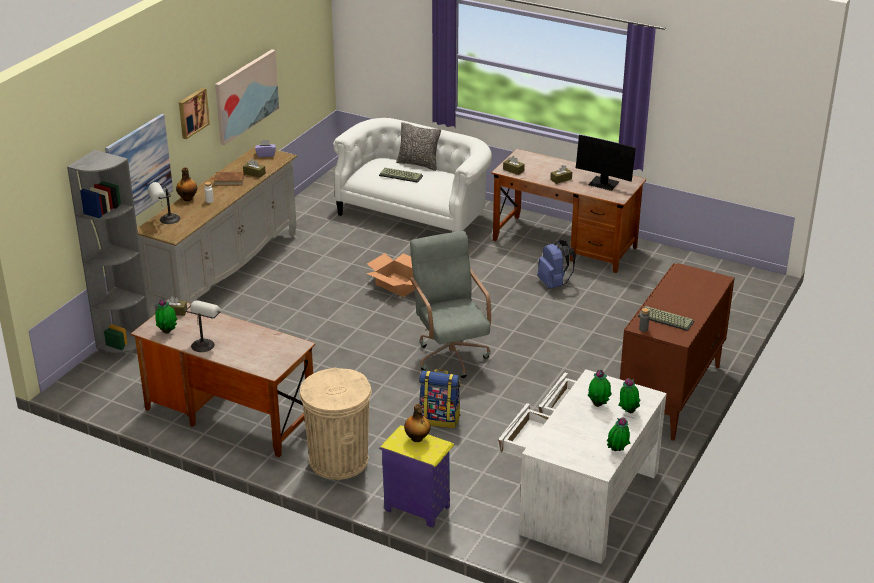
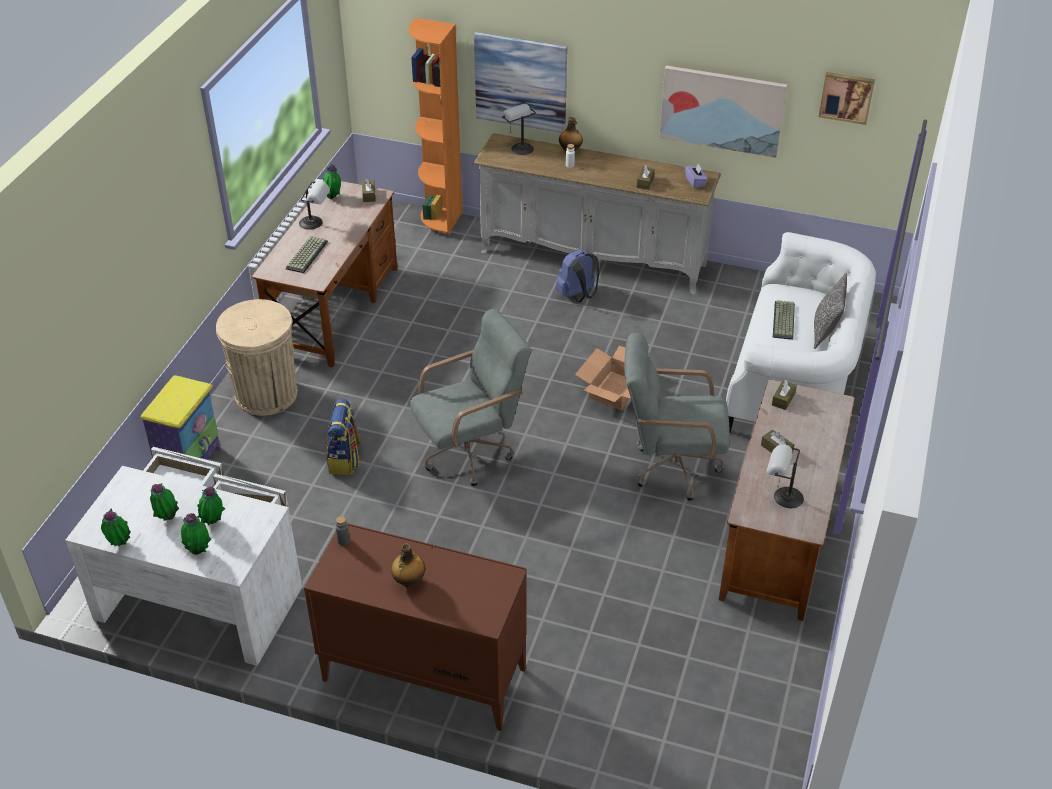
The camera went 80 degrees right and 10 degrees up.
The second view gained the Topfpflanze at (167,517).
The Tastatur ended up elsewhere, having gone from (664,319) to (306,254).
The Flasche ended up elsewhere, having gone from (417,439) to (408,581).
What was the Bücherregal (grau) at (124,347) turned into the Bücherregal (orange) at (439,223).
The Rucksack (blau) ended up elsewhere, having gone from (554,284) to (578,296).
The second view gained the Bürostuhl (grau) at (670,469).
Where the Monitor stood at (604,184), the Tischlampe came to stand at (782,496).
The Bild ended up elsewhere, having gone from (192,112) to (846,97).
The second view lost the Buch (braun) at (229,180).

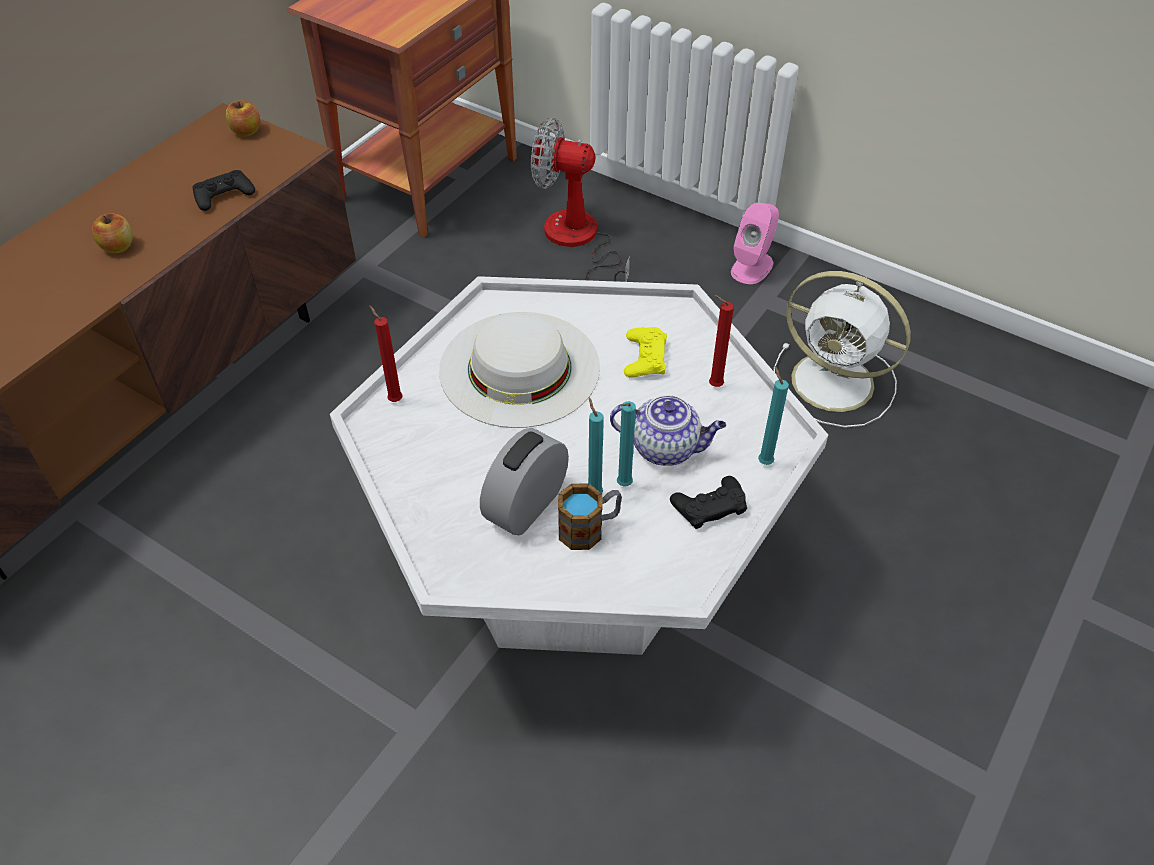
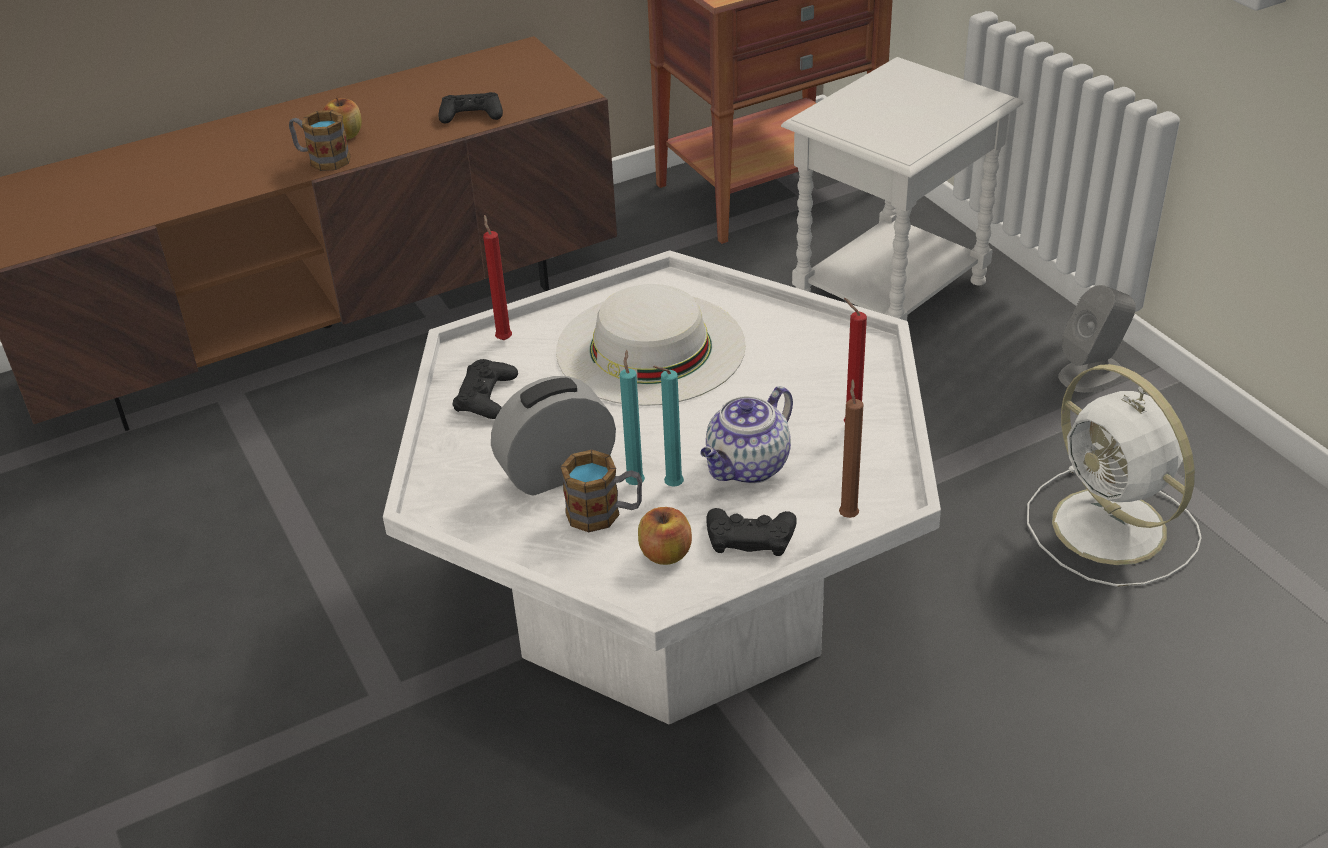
The camera went 30 degrees right and 10 degrees down.
The second view gained the Henkelbecher at (322,159).
The second view gained the Gamepad (schwarz) at (486,396).
The Apfel ended up elsewhere, having gone from (246,131) to (665,554).
The Teekanne at (666,448) ended up facing another way, 90 degrees clockwise from before.
Where the Ventilator stood at (578,242), the Beistelltisch (weiß) came to stand at (893,292).
What was the Kerze (türkis) at (763,461) turned into the Kerze (braun) at (848,515).
What was the Lautsprecher (rosa) at (752,267) turned into the Lautsprecher (grau) at (1092,374).
The second view lost the Gamepad (gelb) at (645,357).

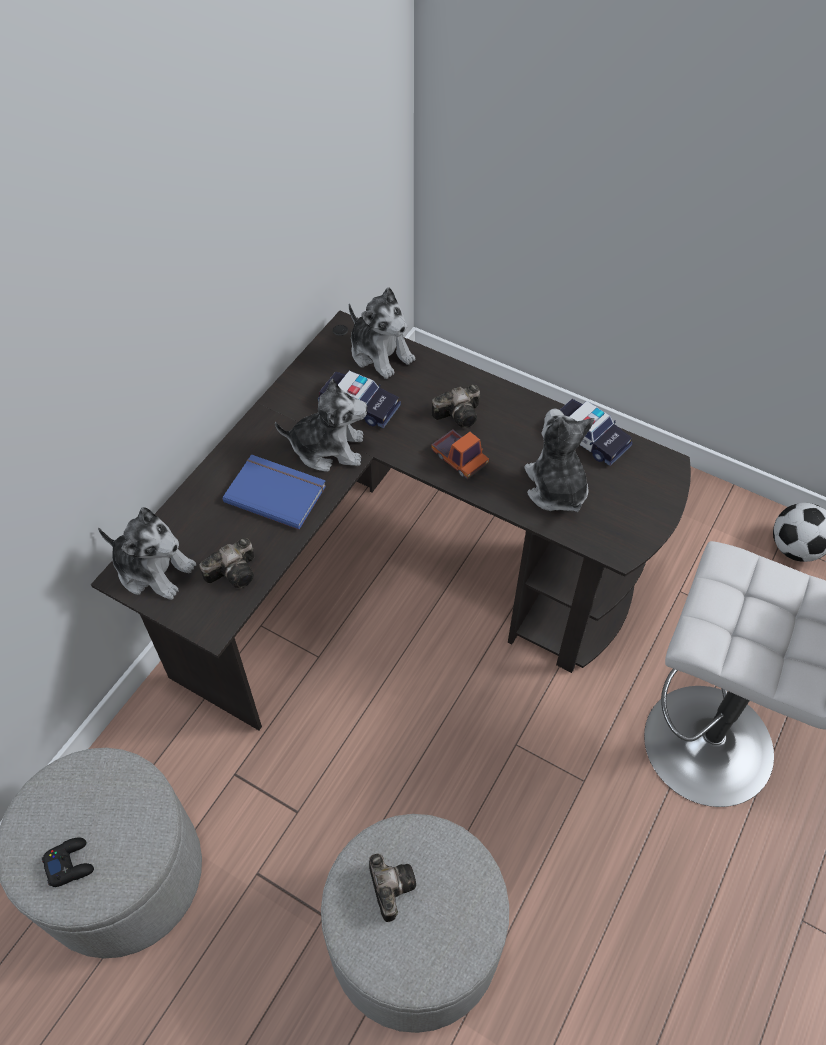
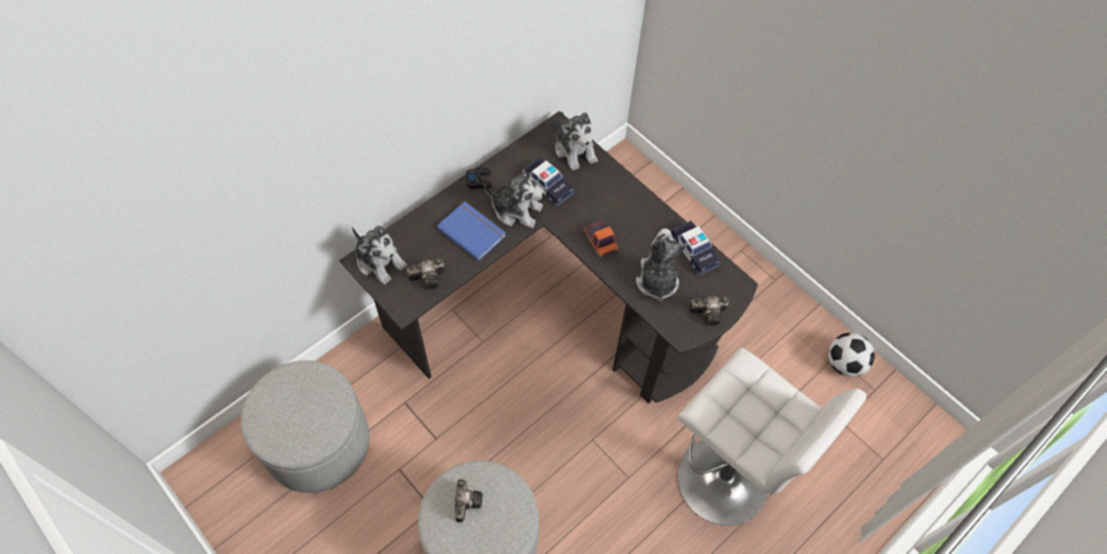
The camera went 15 degrees right and 5 degrees up.
The Gamepad (schwarz) ended up elsewhere, having gone from (70,863) to (479,180).
The Kamera ended up elsewhere, having gone from (460,414) to (710,313).

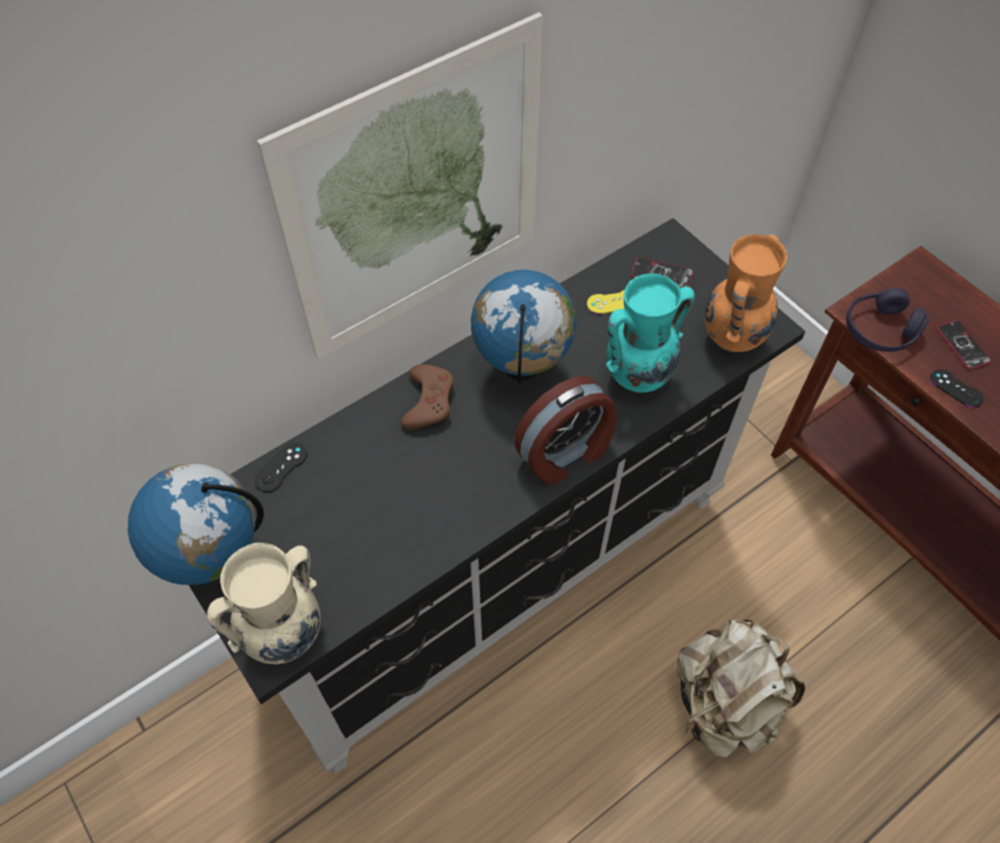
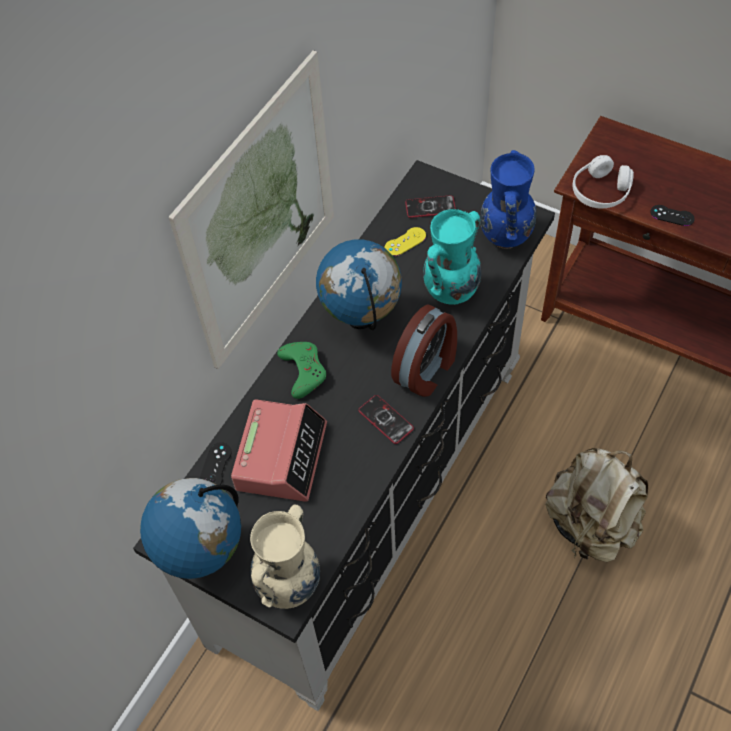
The camera went 20 degrees left and 0 degrees up.
The second view gained the Wecker at (281,456).
What was the Gamepad (braun) at (429,401) turned into the Gamepad (grün) at (303,371).
The Handy ended up elsewhere, having gone from (962,345) to (386,420).
What was the Vase (orange) at (731,339) turned into the Vase (blau) at (505,238).
What was the Kopfhörer (lila) at (880,330) turned into the Kopfhörer (weiß) at (600,192).

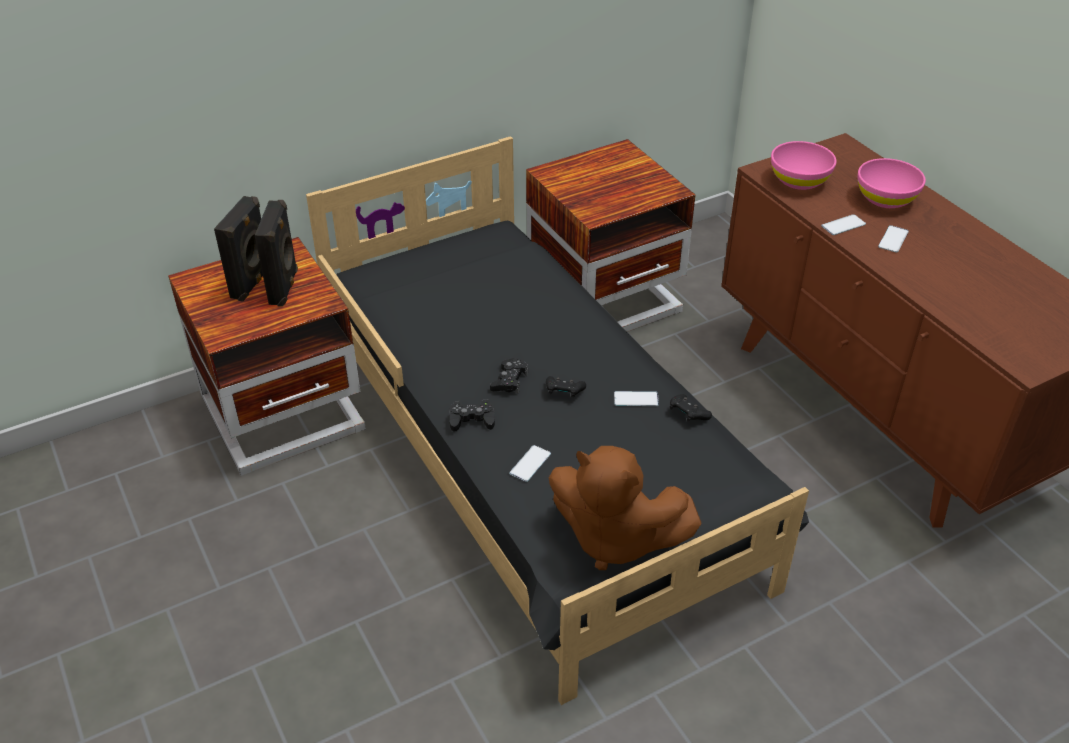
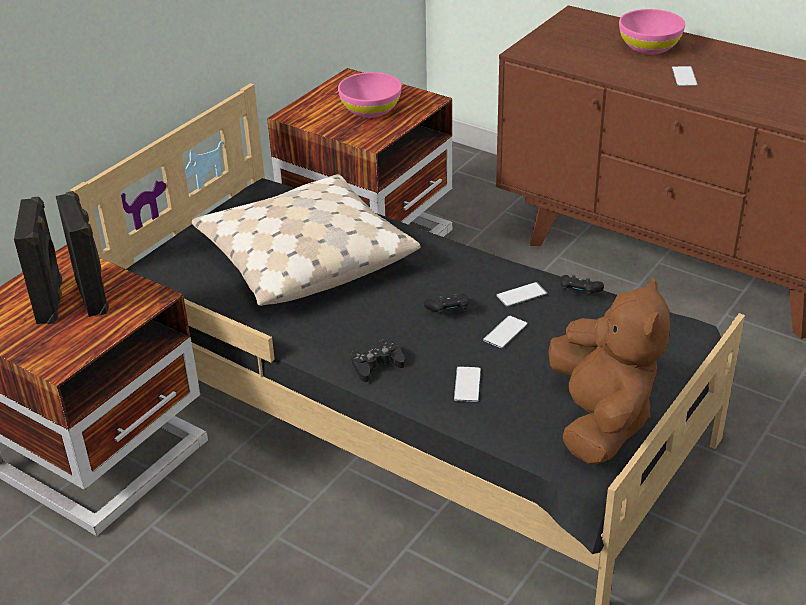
The camera went 25 degrees left and 5 degrees down.
The second view gained the Kissen (beige) at (304,258).
The Schüssel (rosa) ended up elsewhere, having gone from (799,181) to (370,110).
The Handy ended up elsewhere, having gone from (843,225) to (505,332).
The Plüschtier (braun) at (614,538) ended up facing another way, 90 degrees counterclockwise from before.
The second view lost the Gamepad (schwarz) at (509,381).

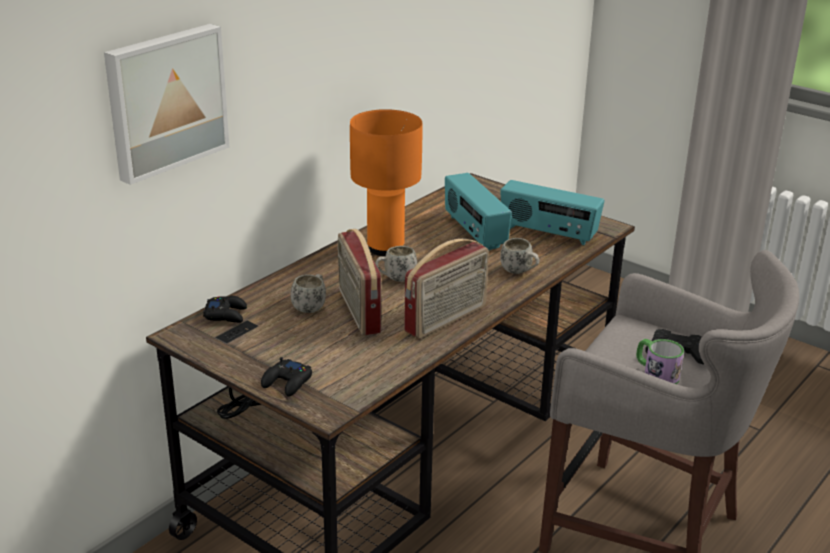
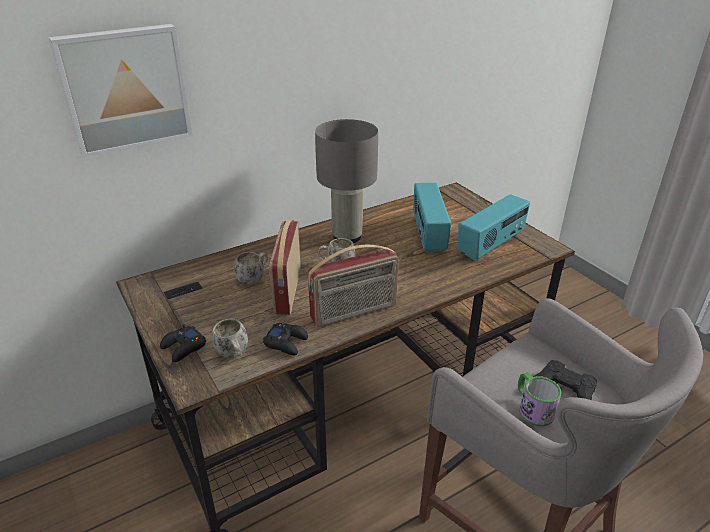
The camera went 20 degrees right and 5 degrees up.
The Henkelbecher (weiß) ended up elsewhere, having gone from (520,272) to (234,355).
The Gamepad (schwarz) ended up elsewhere, having gone from (226,314) to (286,342).
What was the Tischlampe (orange) at (385,248) turned into the Tischlampe (grau) at (347,236).
The Radio at (548,233) ended up facing another way, 90 degrees counterclockwise from before.

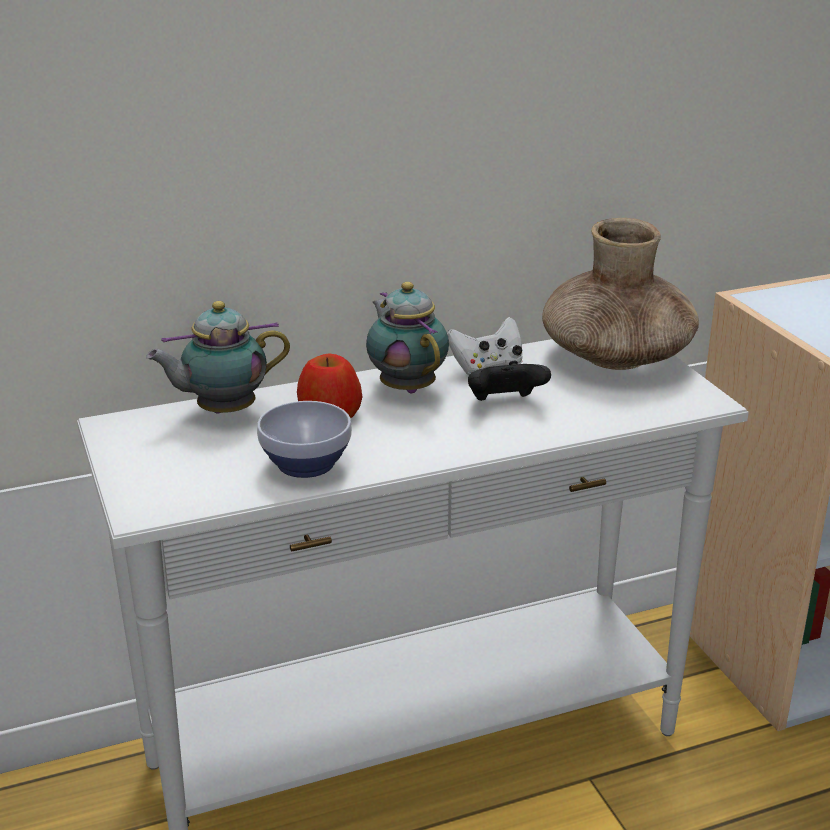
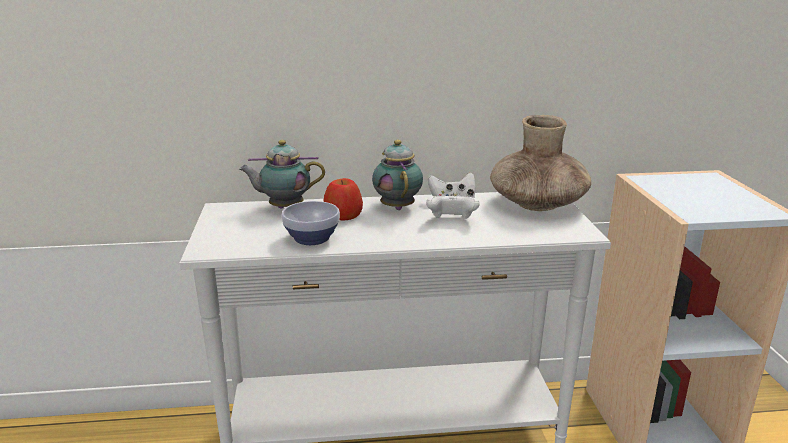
The camera went 15 degrees right and 5 degrees down.
What was the Gamepad (schwarz) at (505,403) turned into the Gamepad (weiß) at (451,221).

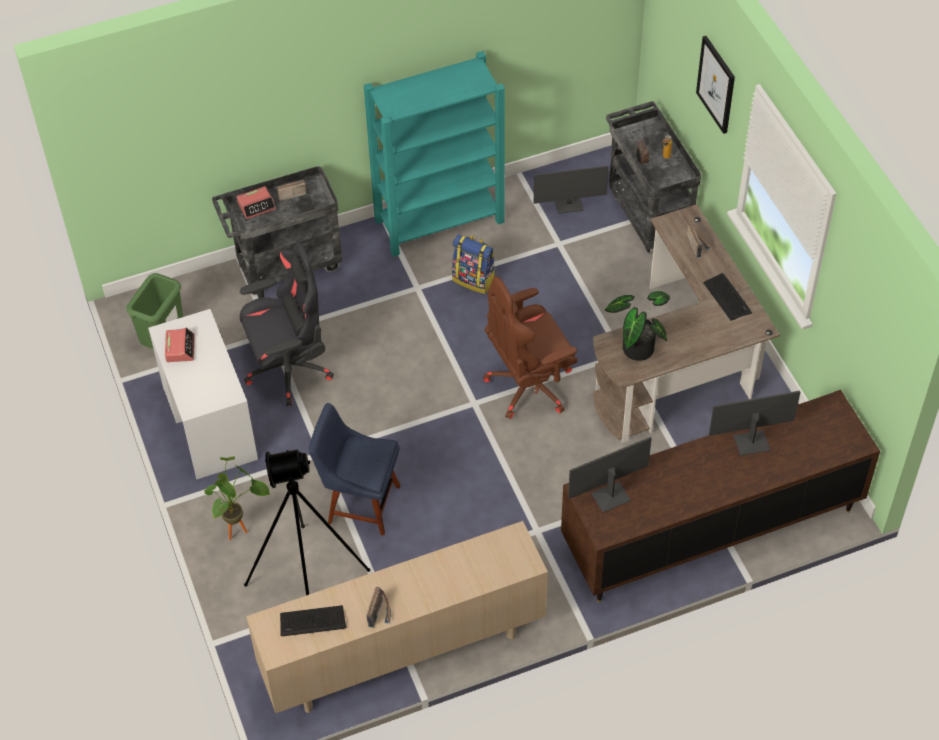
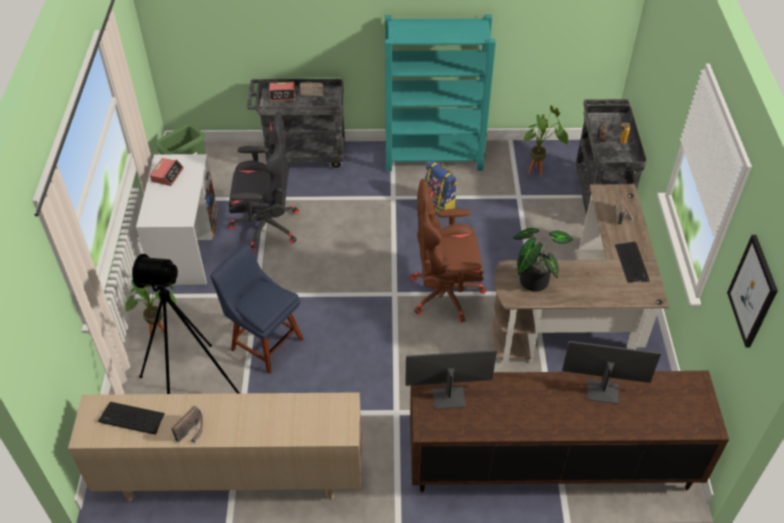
The camera went 20 degrees right and 5 degrees down.
Where the Monitor stood at (569,205), the Topfpflanze came to stand at (539,172).
The Bild ended up elsewhere, having gone from (716,84) to (753,291).

